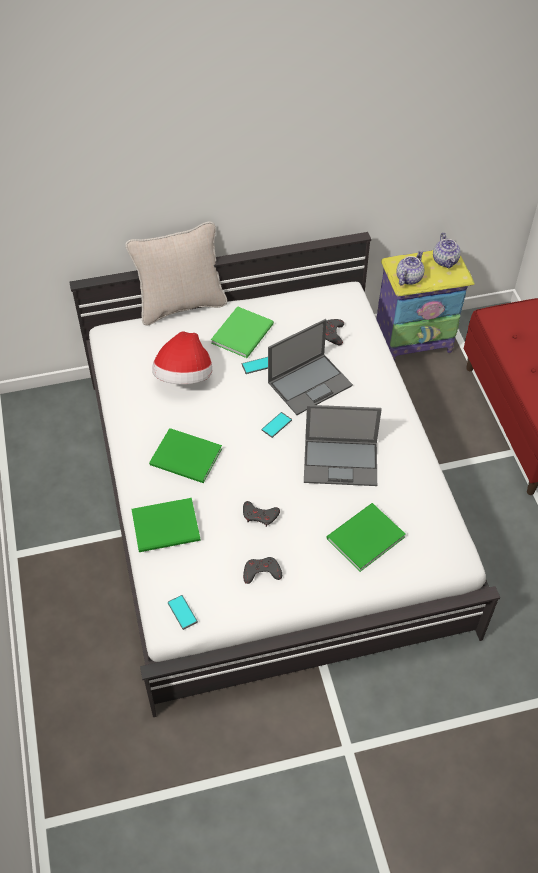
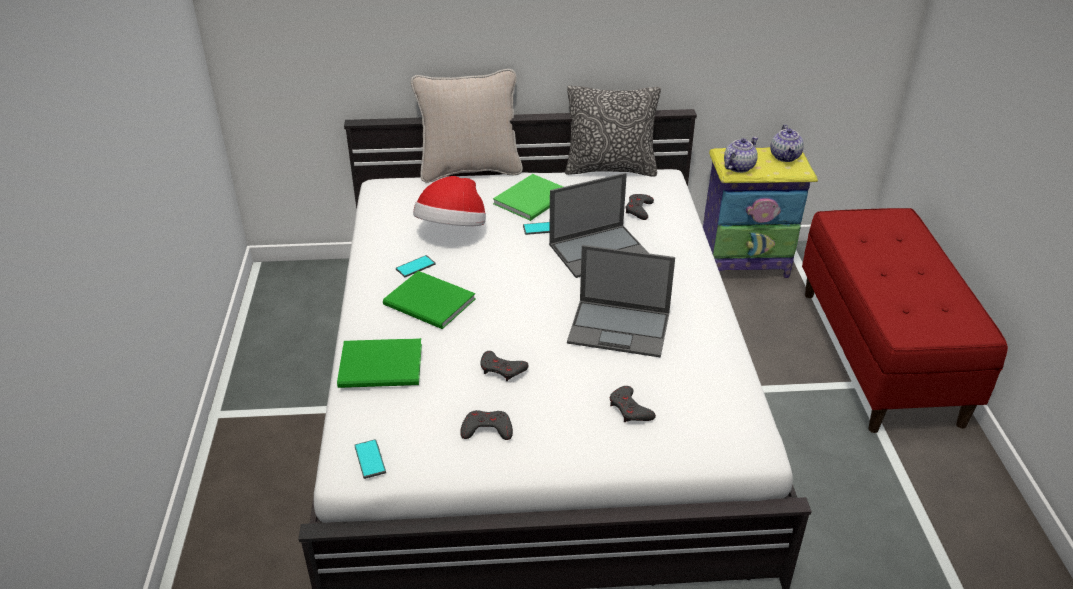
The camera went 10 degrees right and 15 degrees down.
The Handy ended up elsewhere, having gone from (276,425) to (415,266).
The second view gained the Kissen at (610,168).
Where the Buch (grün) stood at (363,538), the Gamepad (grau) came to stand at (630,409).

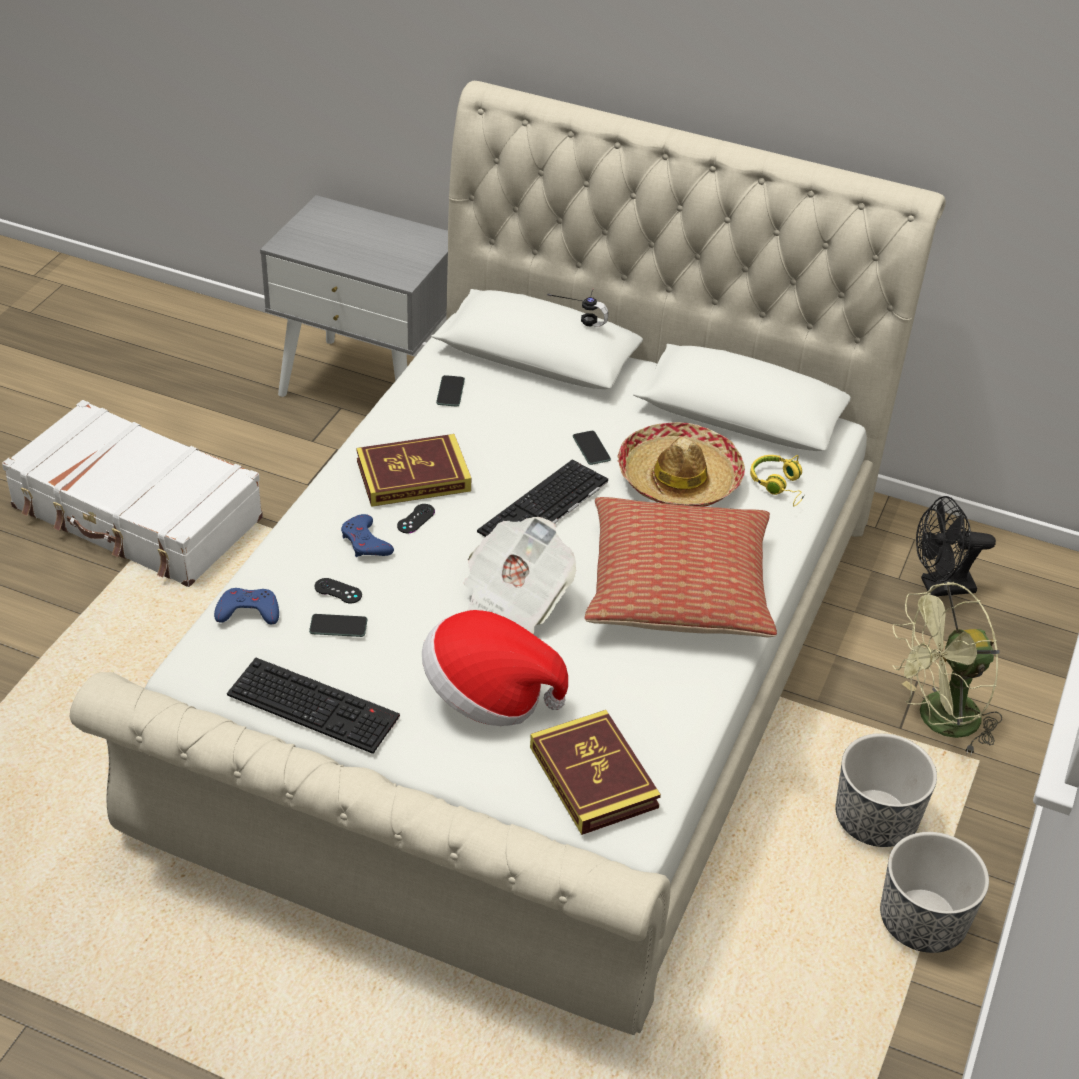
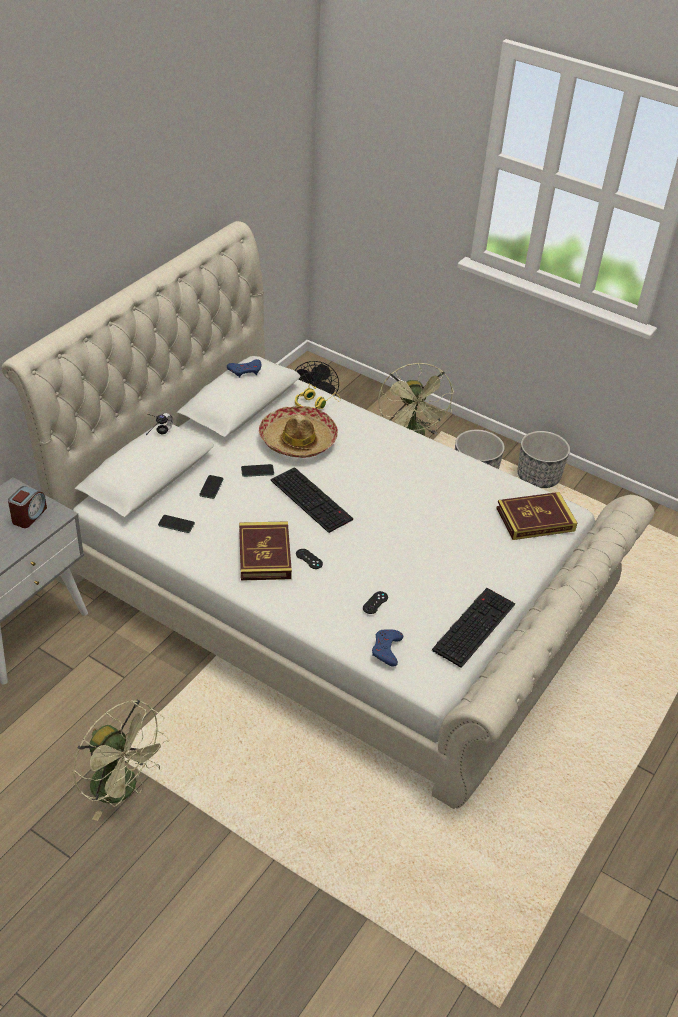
The camera went 80 degrees left and 0 degrees up.
The second view gained the Wecker at (29,516).
Where the Koffer (weiß) stood at (137,514), the Ventilator (grün) came to stand at (122,789).
The Handy ended up elsewhere, having gone from (338,626) to (211,487).
The Gamepad (blau) ended up elsewhere, having gone from (365,542) to (245,371).
The second view lost the Hut at (488,696).
The second view lost the Zeitung at (513,601).
The second view lost the Kissen at (678,588).

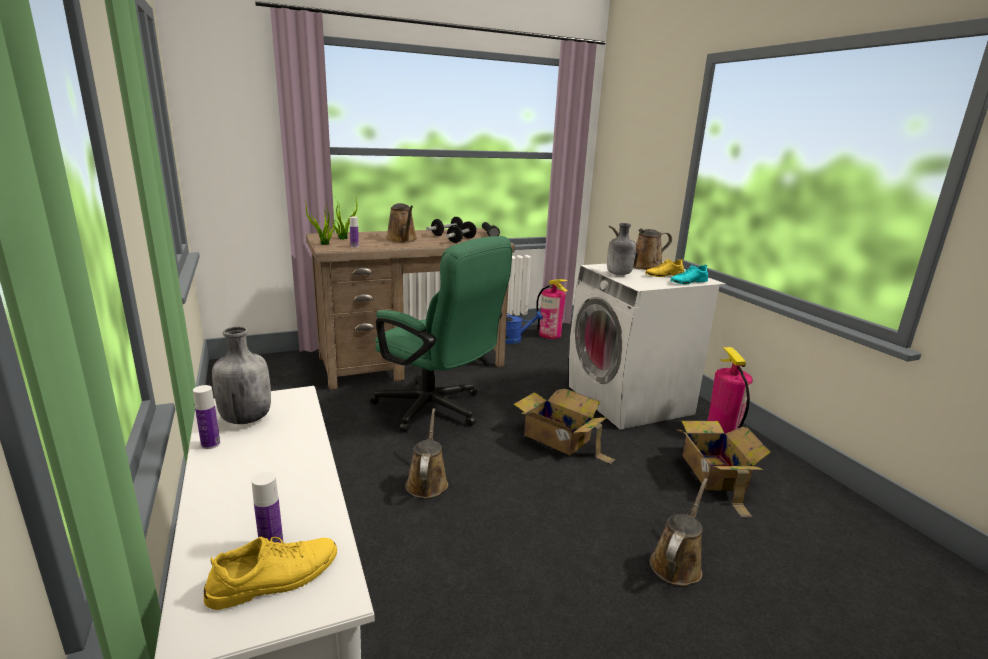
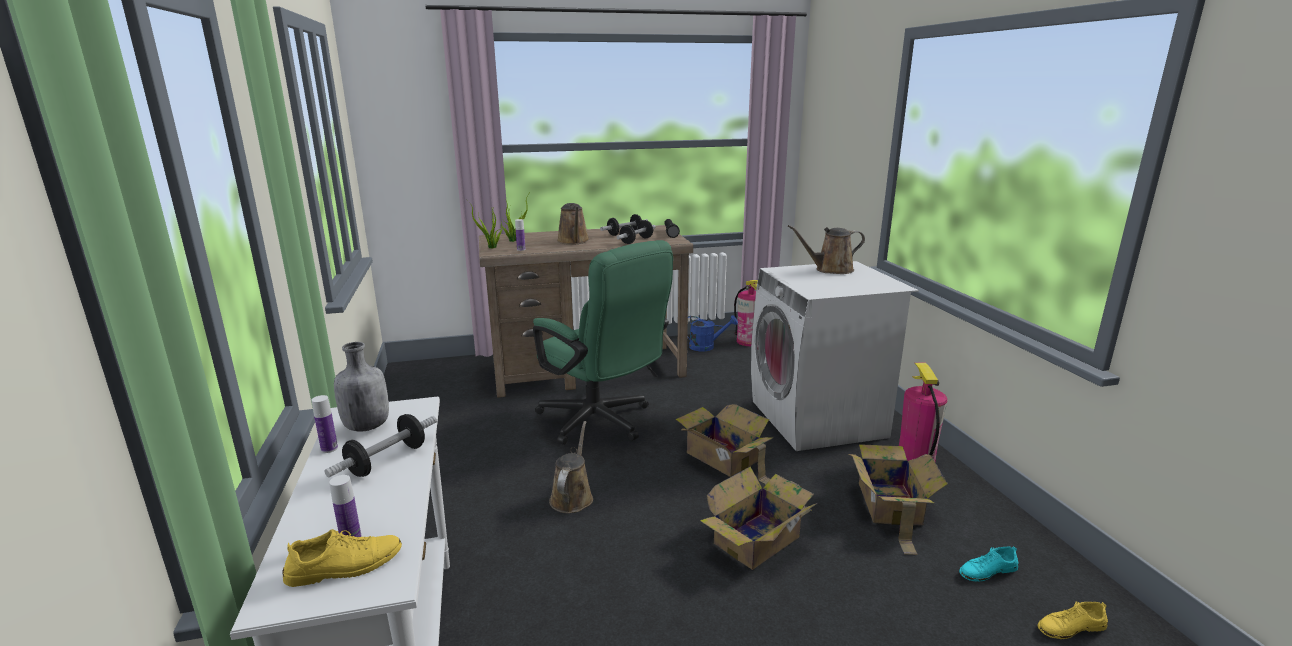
The camera went 10 degrees right and 0 degrees up.
The second view gained the Hantel at (387,460).
The second view gained the Karton at (760,539).
The Schuh (türkis) ended up elsewhere, having gone from (688,282) to (987,571).
The Schuh (gelb) ended up elsewhere, having gone from (663,275) to (1070,627).
The second view lost the Flasche (grau) at (618,274).
The second view lost the Gießkanne (braun) at (677,563).

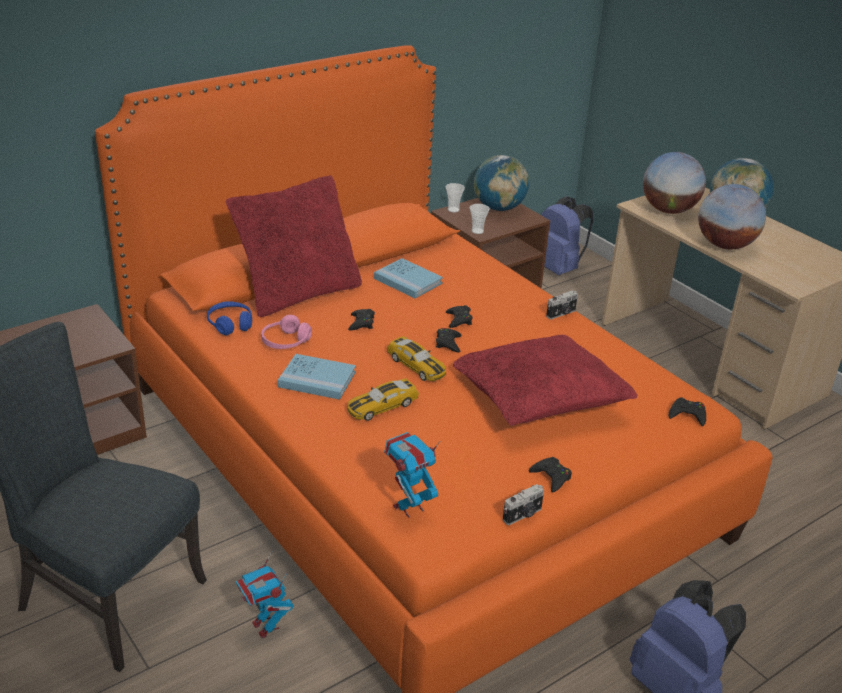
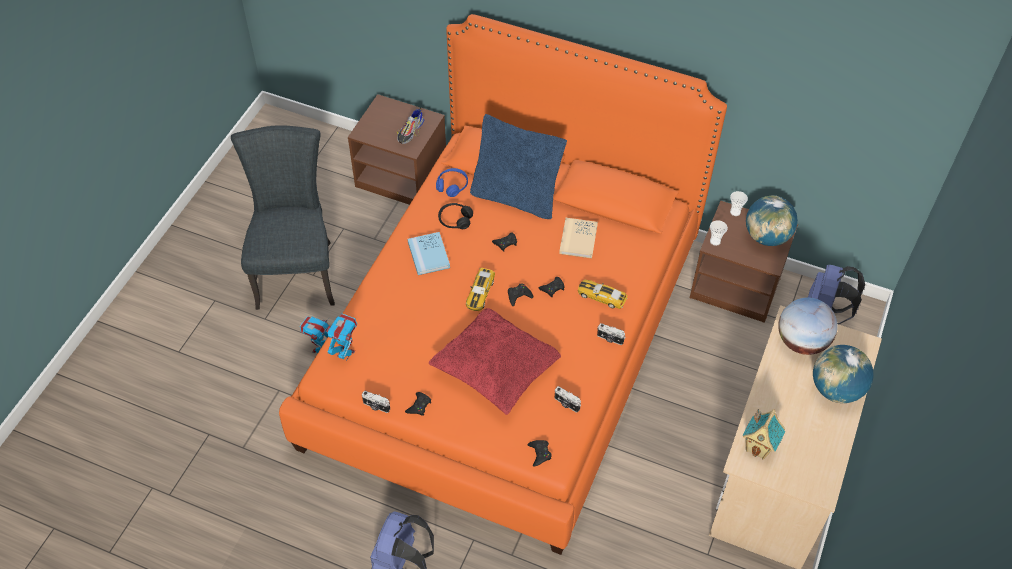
The camera went 60 degrees right and 20 degrees up.
The second view gained the Schuh at (410,131).
What was the Kopfhörer (rosa) at (285,342) turned into the Kopfhörer (schwarz) at (455,220).
What was the Kissen (rot) at (299,291) turned into the Kissen (blau) at (516,194).
The second view gained the Kamera at (566,404).
What was the Buch (blau) at (408,281) turned into the Buch (beige) at (578,239).
The Spielzeugauto ended up elsewhere, having gone from (382,406) to (601,296).
The second view gained the Spielzeughaus at (759,447).
The second view lost the Globus at (725,245).

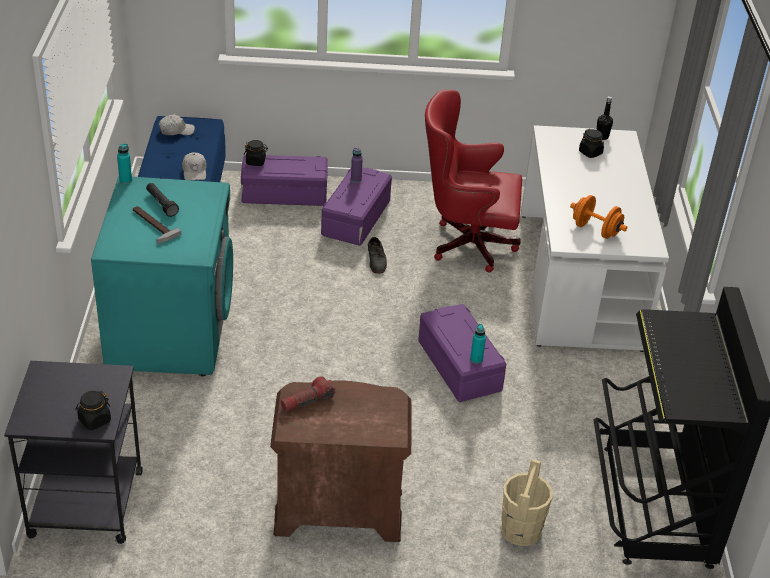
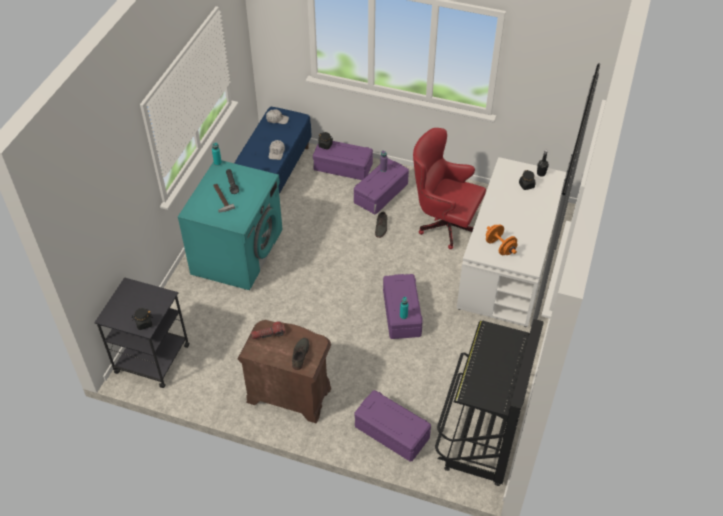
The camera went 20 degrees right and 10 degrees up.
The second view gained the Schuh (grau) at (300,354).
Where the Eimer (beige) stood at (520,530), the Aufbewahrungsbox (lila) came to stand at (391,432).

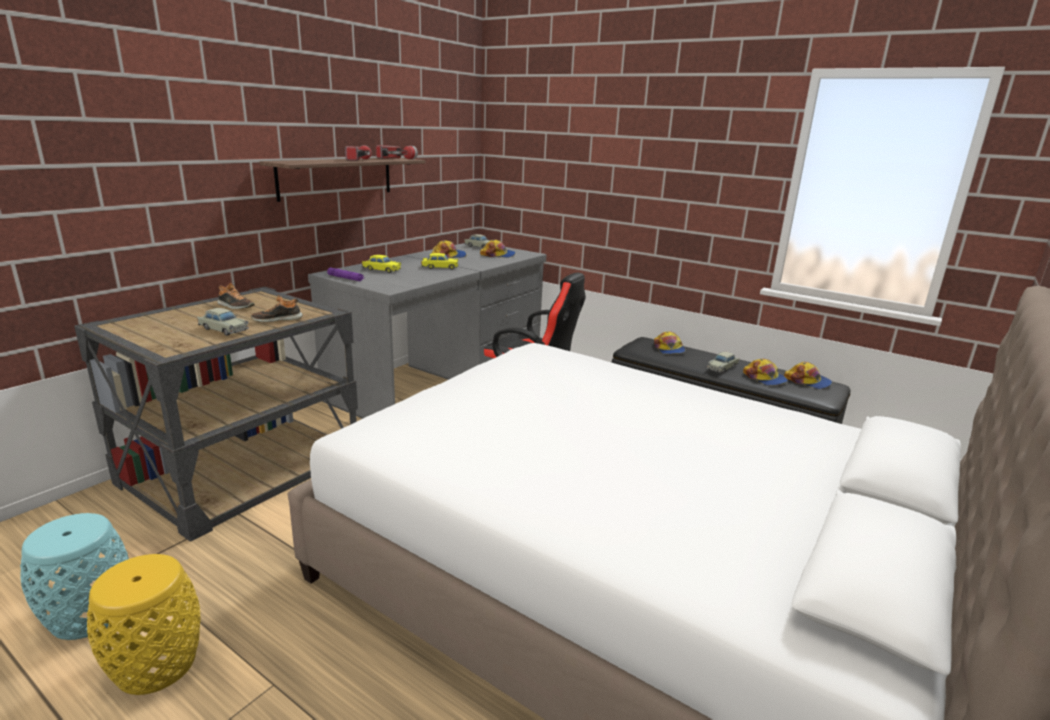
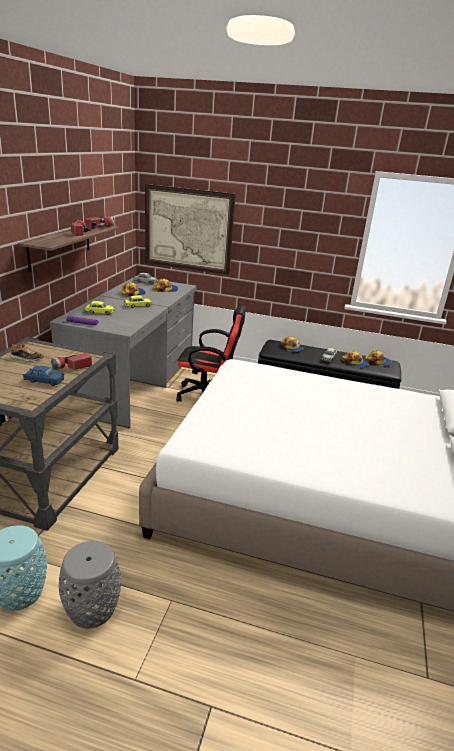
The camera went 20 degrees left and 5 degrees up.
What was the Spielzeugauto (beige) at (223,329) turned into the Spielzeugauto (blau) at (44,381).
Where the Schuh stood at (277,319), the Taschenlampe came to stand at (72,367).
What was the Hocker (gelb) at (156,665) turned into the Hocker (grau) at (92,609).
The second view gained the Bild at (188,230).

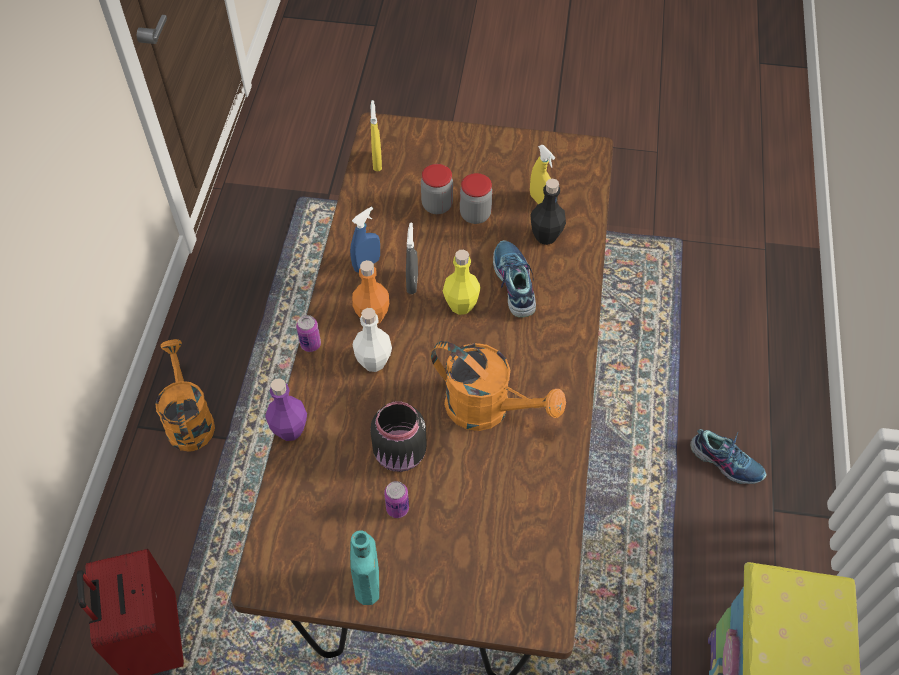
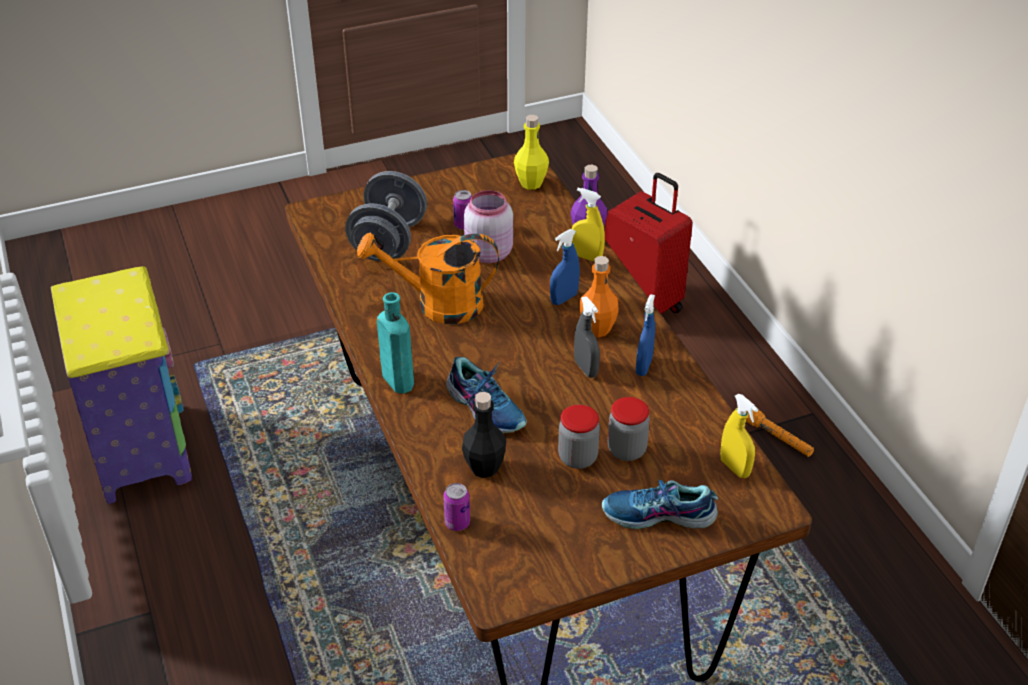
The camera went 150 degrees right and 15 degrees down.
The second view gained the Hantel (grau) at (388,242).
The Flasche (türkis) ended up elsewhere, having gone from (368,588) to (396,379).
The Dose ended up elsewhere, having gone from (310,344) to (457,523).
What was the Vorratsglas (schwarz) at (401,454) turned into the Vorratsglas (rosa) at (487,253).
The Flasche (gelb) ended up elsewhere, having gone from (461,305) to (531,183).
Where the Flasche (weiß) stood at (374,362), the Sprühflasche (blau) came to stand at (564,298).
The Sprühflasche (gelb) ended up elsewhere, having gone from (540,201) to (586,257).
The Schuh ended up elsewhere, having gone from (726,461) to (658,516).
Where the Gießkanne (orange) stood at (189,419), the Taschenlampe (orange) came to stand at (776,437).

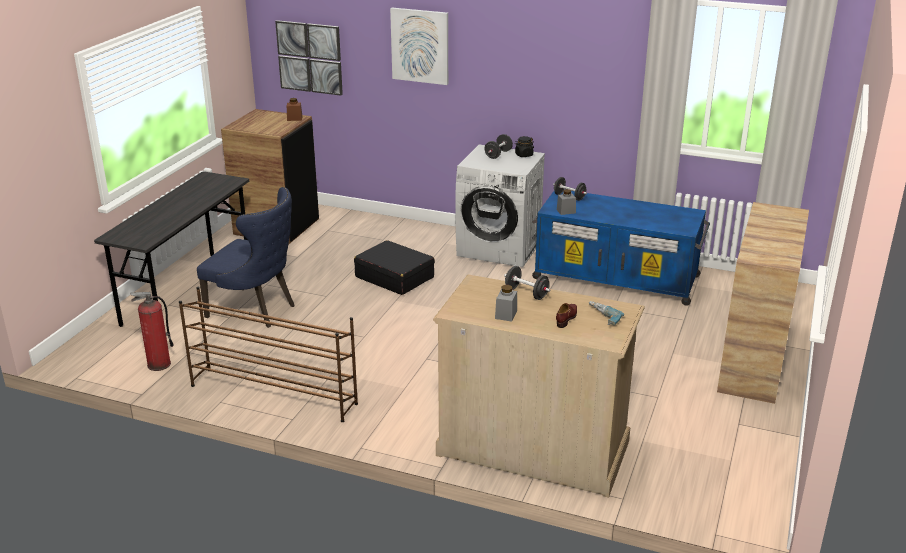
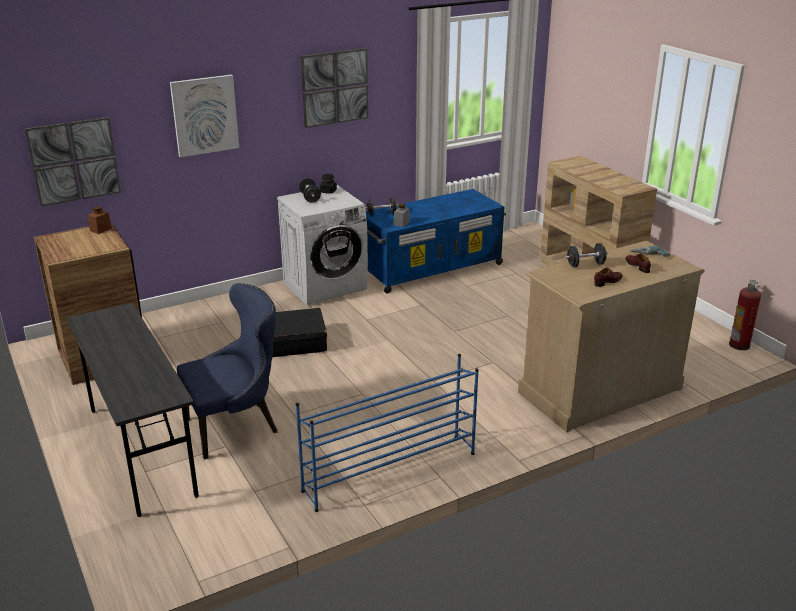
The camera went 50 degrees left and 0 degrees up.
What was the Schuhregal (braun) at (272,394) turned into the Schuhregal (blau) at (389,472).
The second view gained the Bild at (335,87).
Where the Vorratsglas (grau) stood at (506,314), the Schuh (braun) came to stand at (608,281).
The Feuerlöscher ended up elsewhere, having gone from (159,364) to (739,345).

